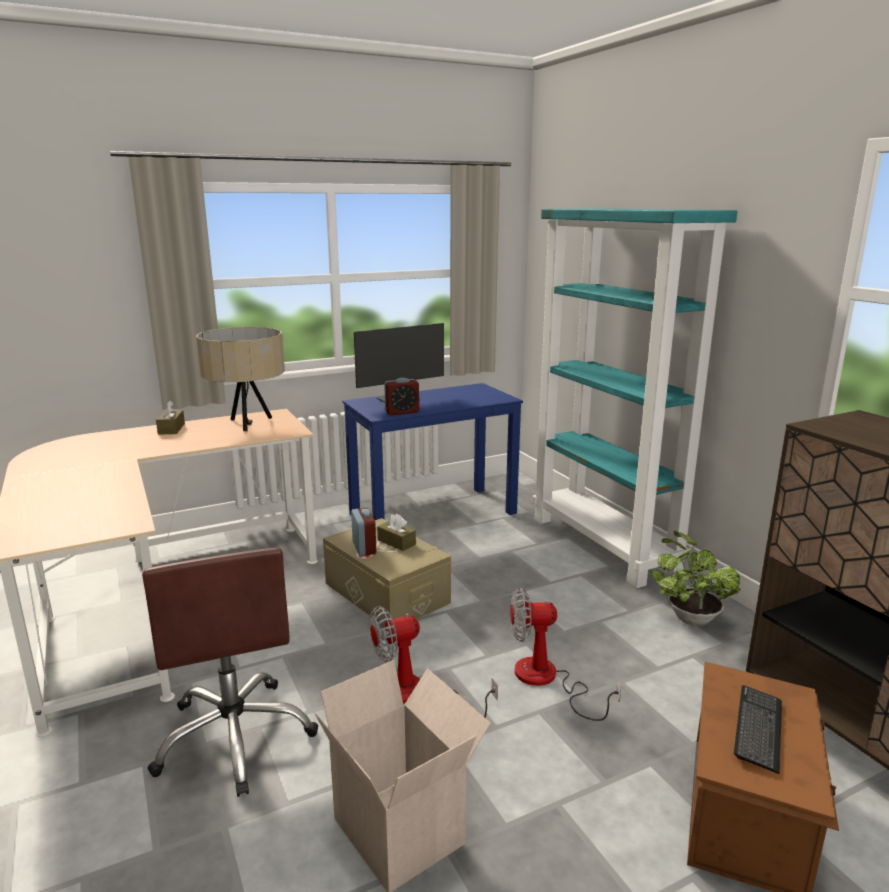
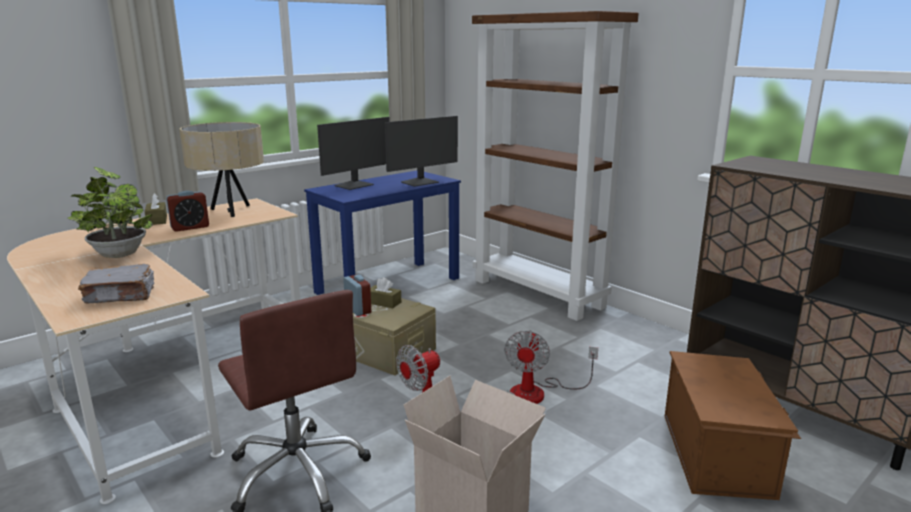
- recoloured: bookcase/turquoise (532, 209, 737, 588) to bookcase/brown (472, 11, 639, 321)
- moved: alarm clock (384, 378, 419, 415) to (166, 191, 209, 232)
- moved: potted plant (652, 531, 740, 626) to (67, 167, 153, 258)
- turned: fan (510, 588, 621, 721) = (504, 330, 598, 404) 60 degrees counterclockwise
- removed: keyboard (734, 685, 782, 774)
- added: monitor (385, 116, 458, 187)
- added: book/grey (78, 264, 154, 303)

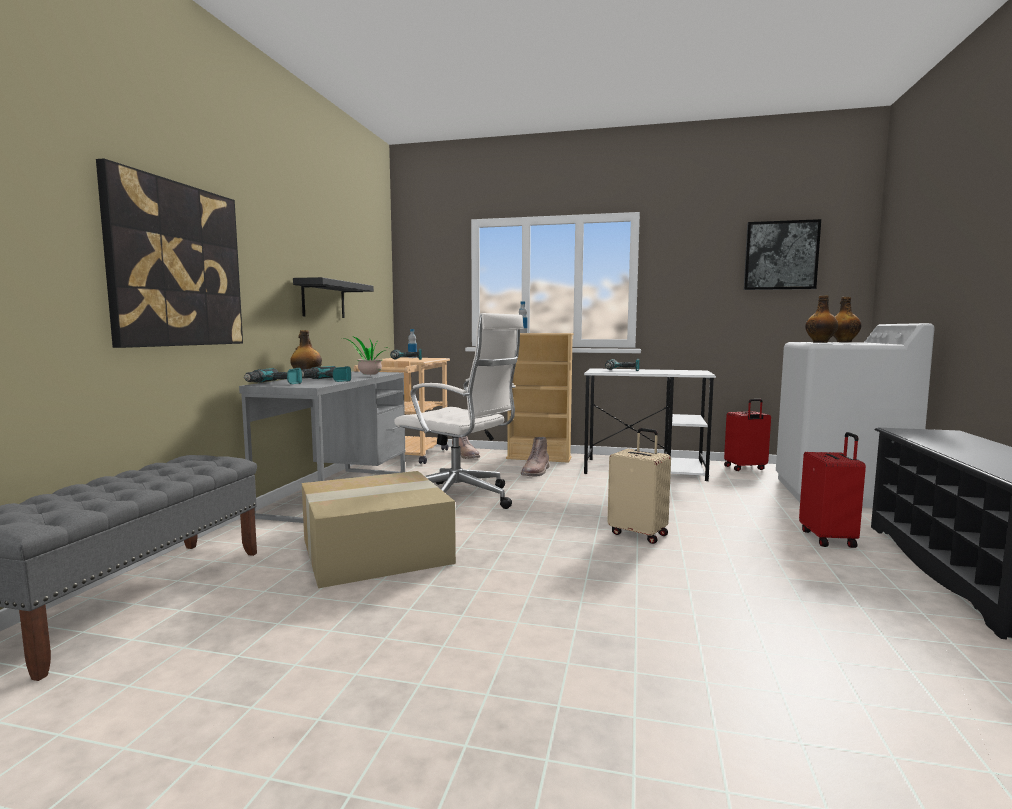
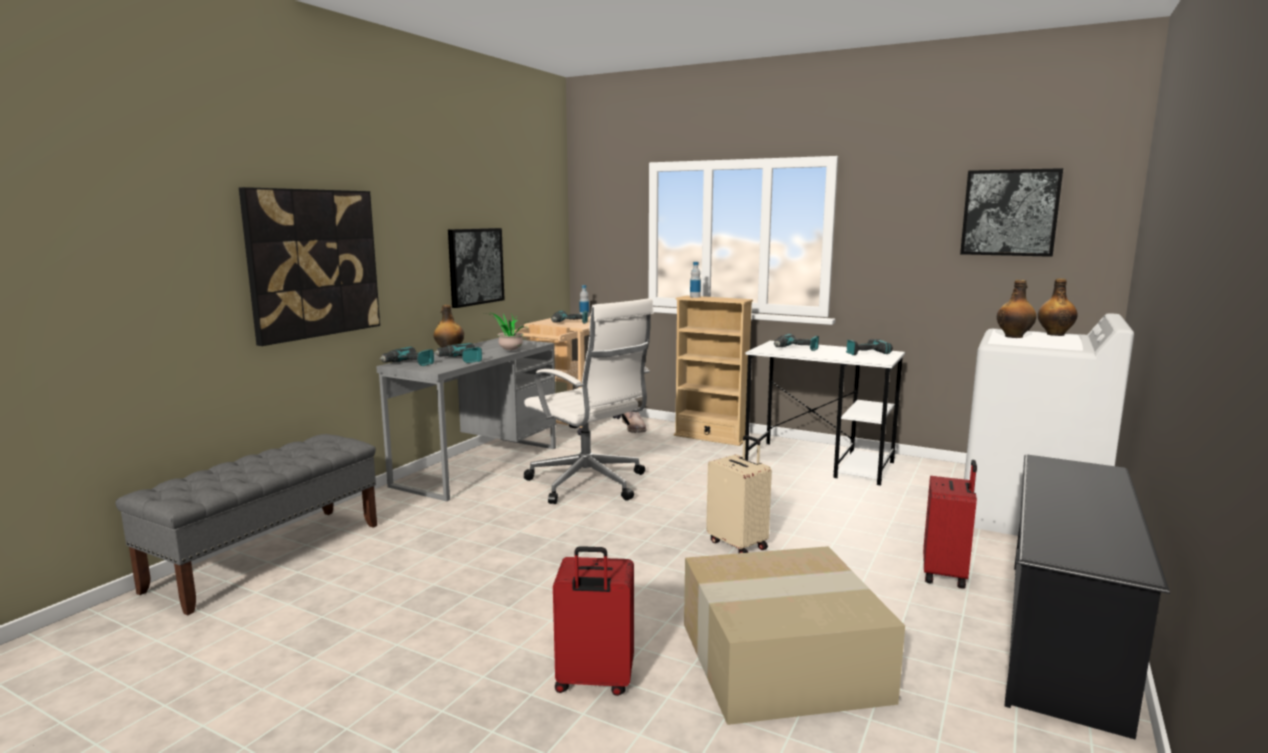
- replaced: shelf/black (293, 277, 374, 318) to picture (448, 228, 505, 308)
- moved: suitcase/red (724, 399, 771, 471) to (553, 546, 634, 696)
- removed: boot/brown (521, 437, 549, 477)
- moved: cardboard box (302, 471, 456, 588) to (684, 546, 905, 725)
- added: power drill (846, 339, 893, 355)

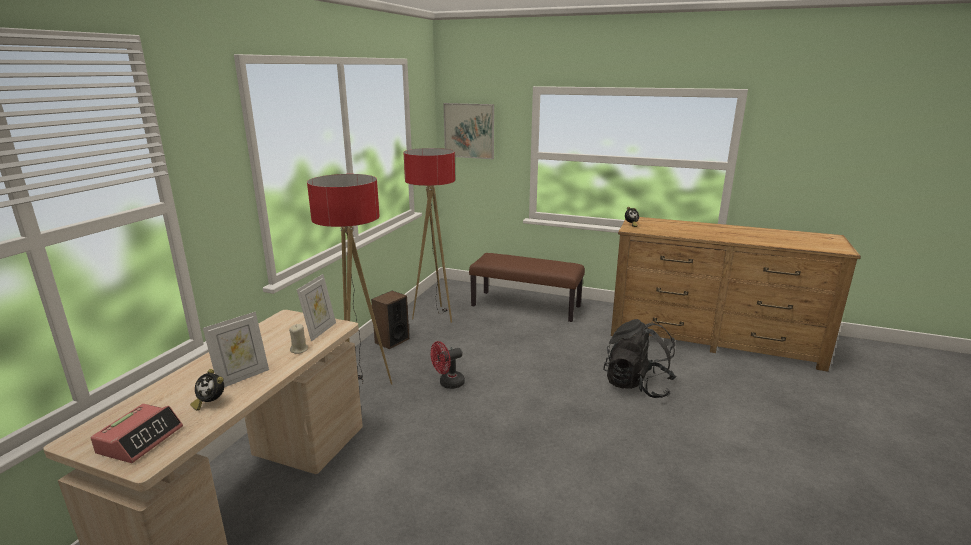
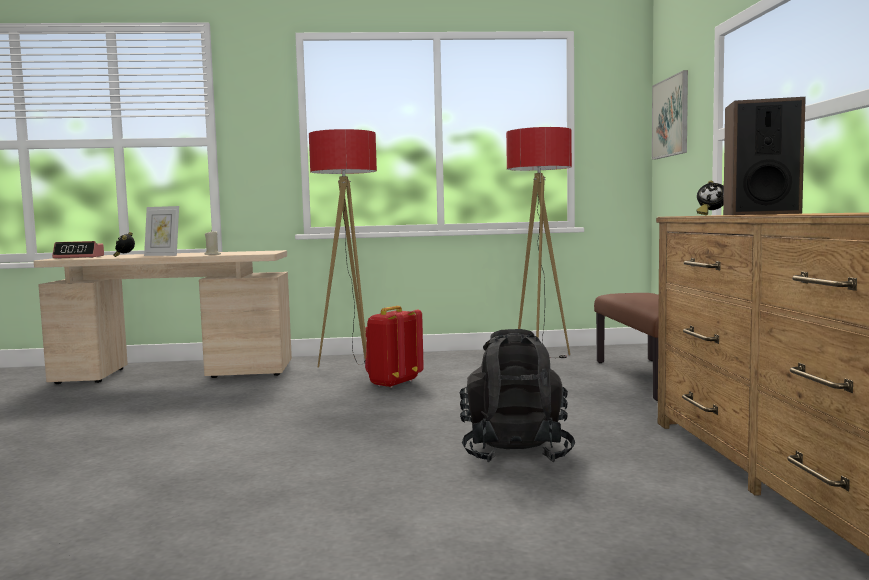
- removed: picture frame (297, 274, 336, 342)
- moved: speaker (371, 291, 409, 349) to (723, 97, 806, 215)
- replaced: fan/red (431, 341, 465, 389) to backpack/red (365, 306, 424, 388)

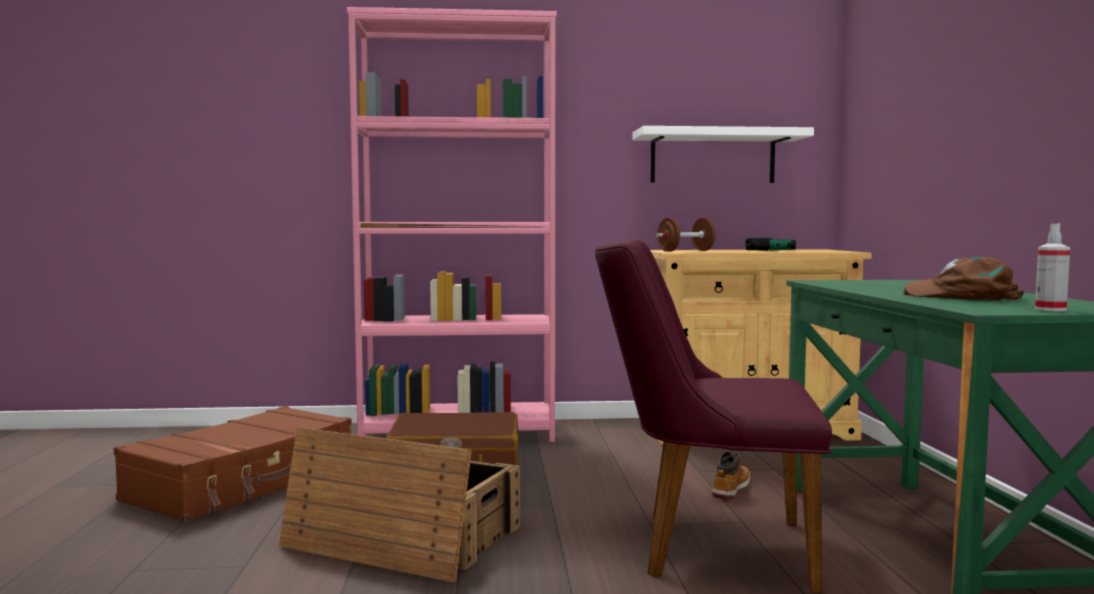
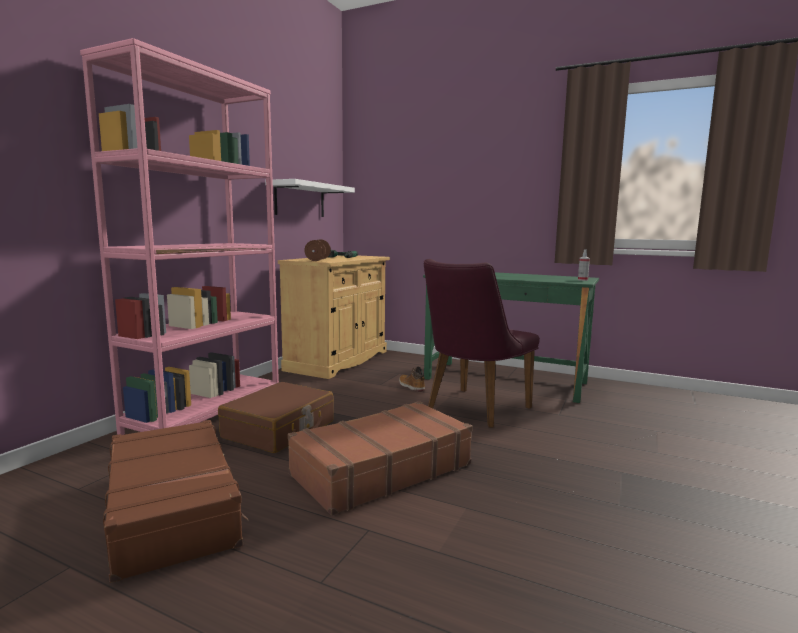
- removed: cap/brown (903, 257, 1024, 300)
- replaced: crate (279, 427, 520, 582) to suitcase/brown (288, 401, 473, 515)

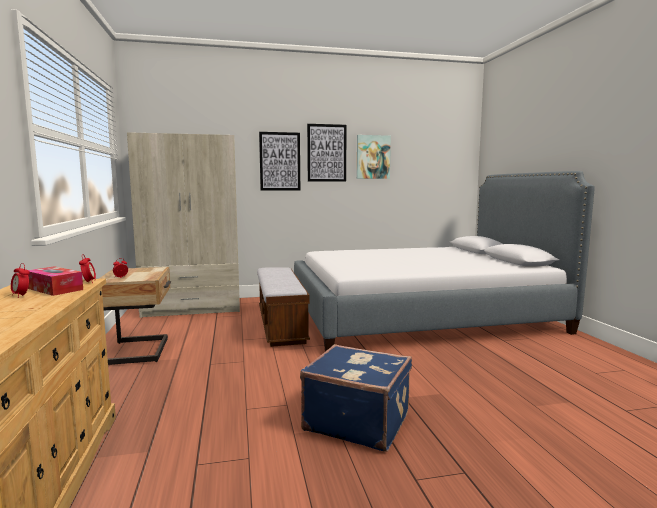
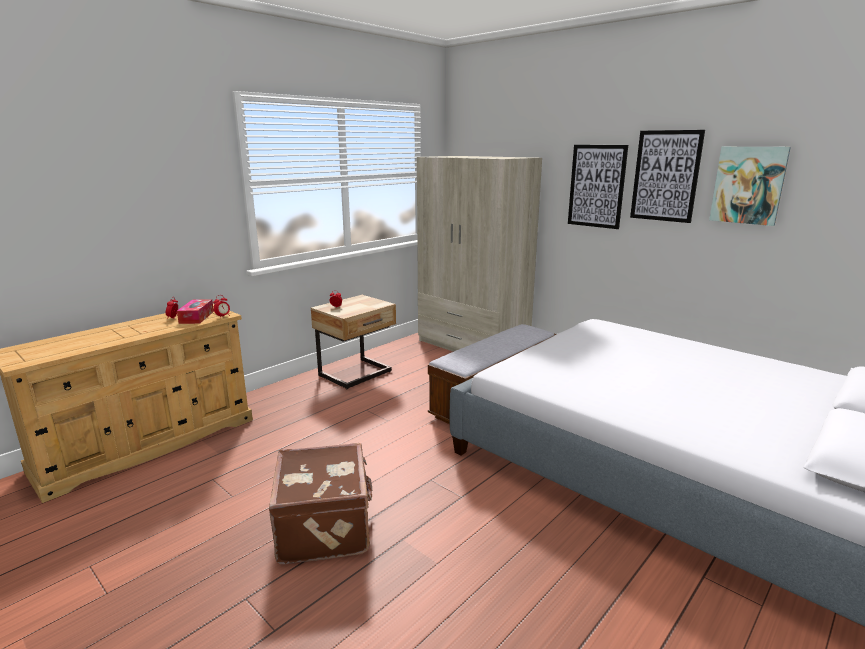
- recoloured: suitcase/blue (300, 344, 412, 452) to suitcase/brown (269, 443, 372, 564)

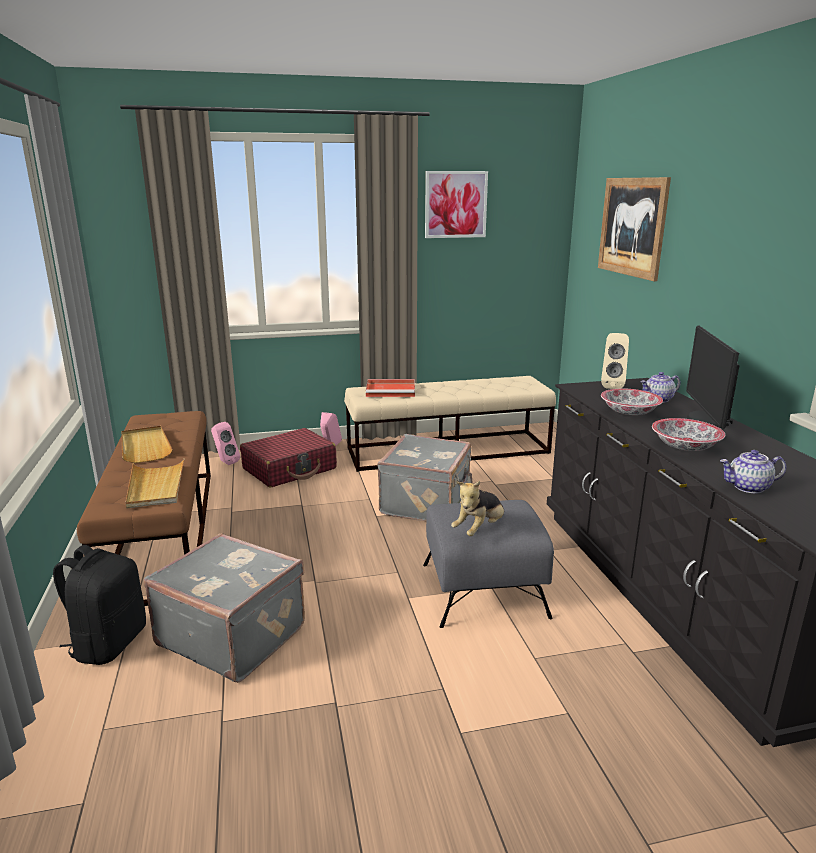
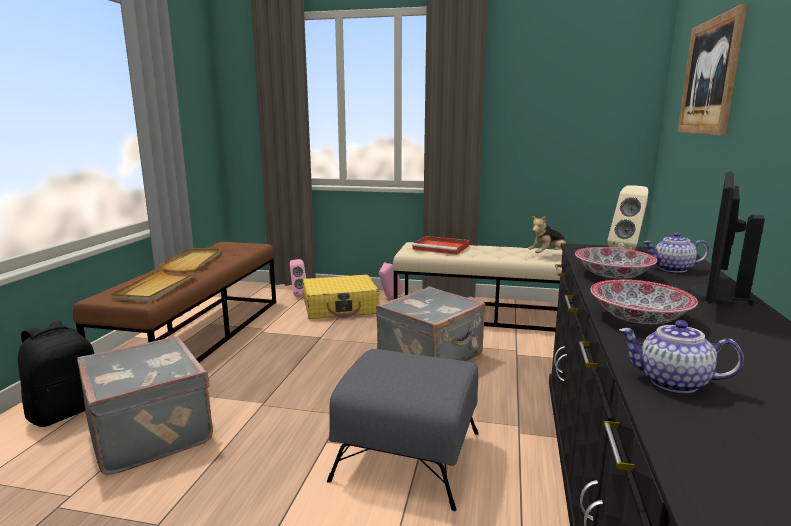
- removed: picture (425, 171, 488, 238)
- recoloured: suitcase/red (240, 428, 337, 488) to suitcase/yellow (303, 275, 379, 319)
- moved: plush toy (451, 481, 504, 536) to (528, 216, 568, 253)

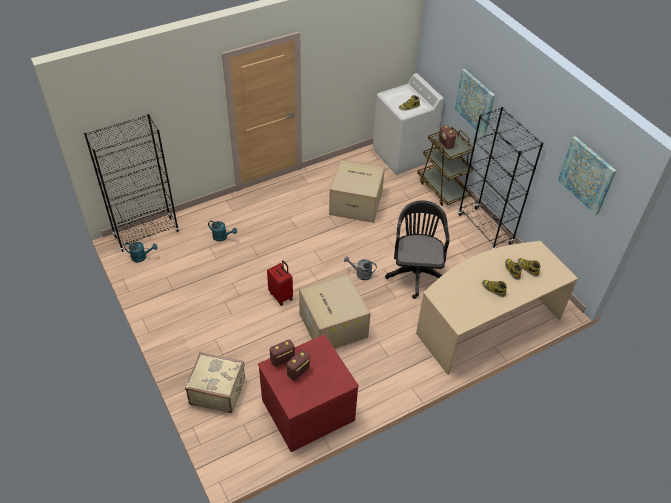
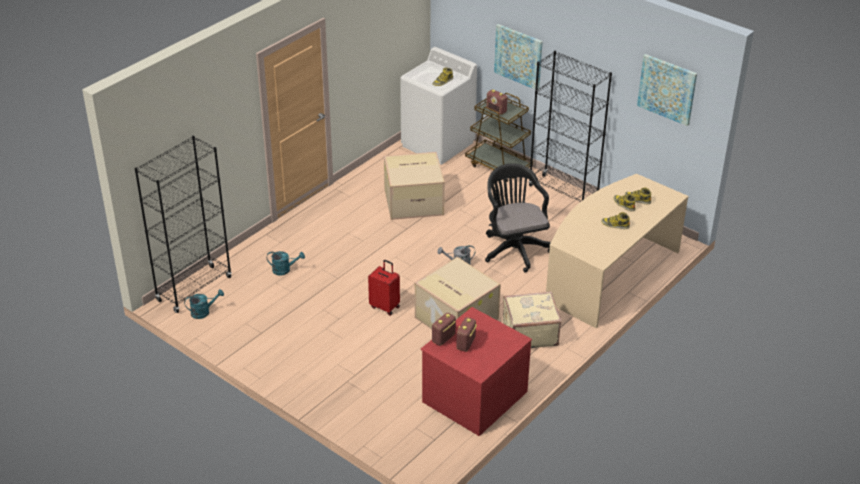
- moved: suitcase/beige (185, 352, 245, 413) to (503, 291, 562, 348)

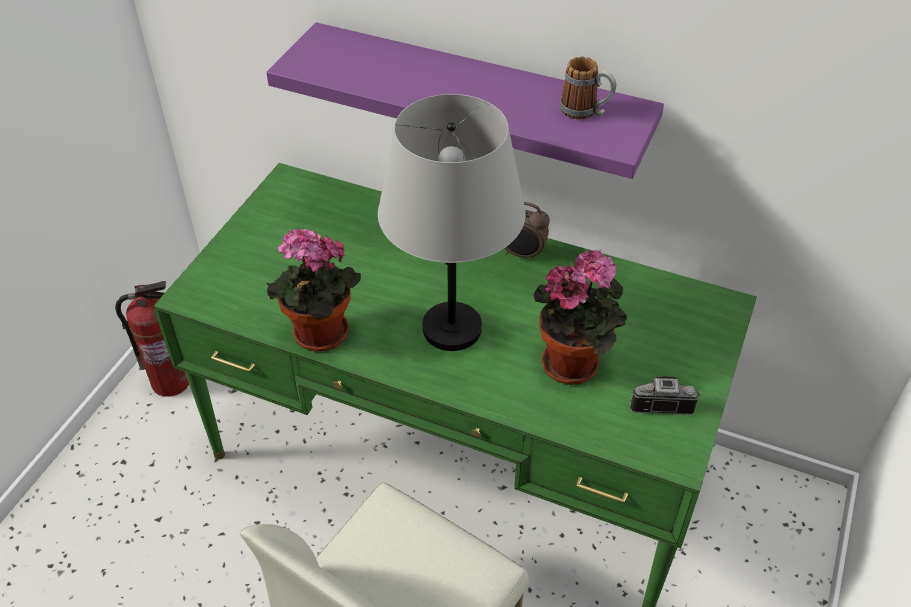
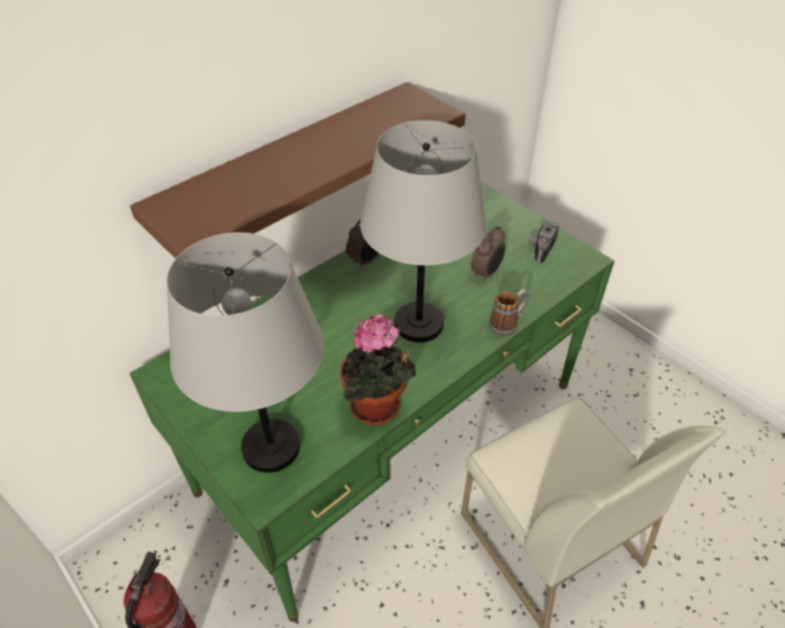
- recoloured: shelf/purple (266, 22, 664, 179) to shelf/brown (130, 82, 466, 259)
- moved: mug (560, 56, 616, 119) to (489, 289, 530, 336)
- replaced: potted plant (534, 250, 627, 385) to alarm clock (471, 226, 506, 282)
- added: table lamp/grey (167, 232, 324, 473)

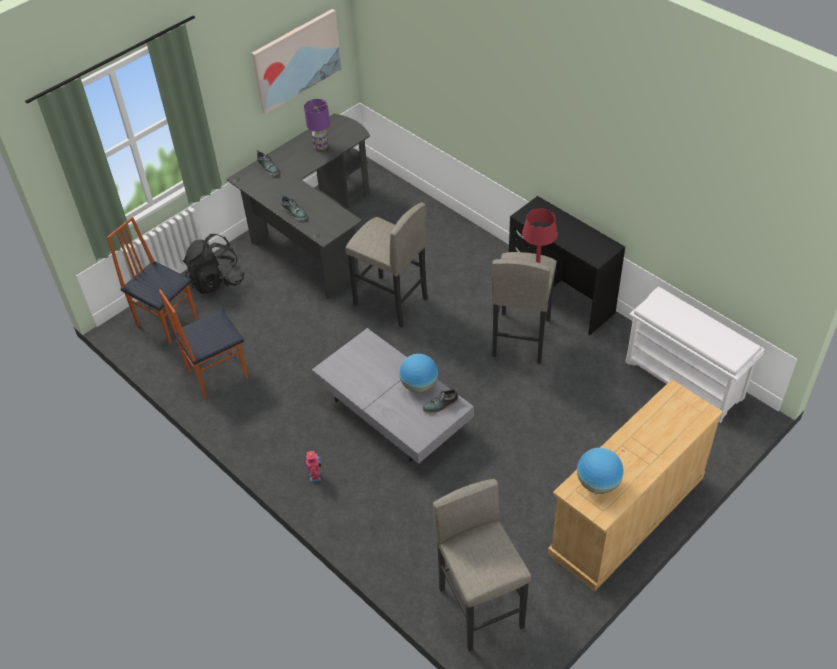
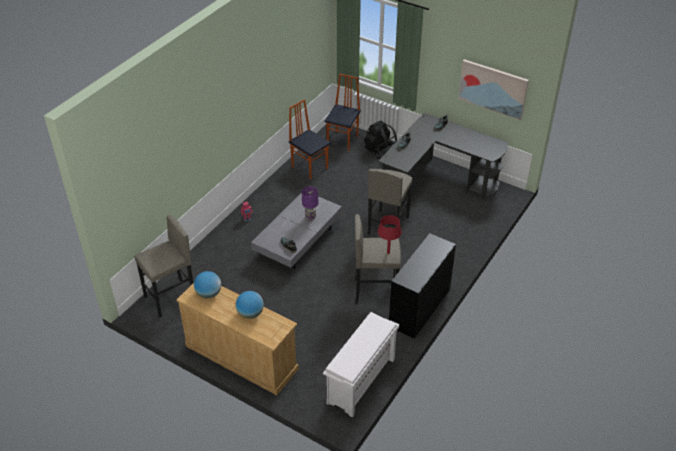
- moved: table lamp/purple (304, 99, 330, 151) to (302, 186, 318, 221)
- moved: globe (399, 354, 438, 393) to (236, 291, 264, 319)

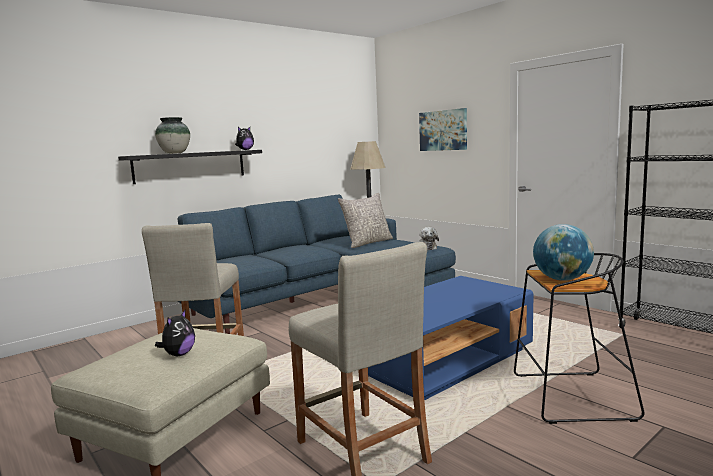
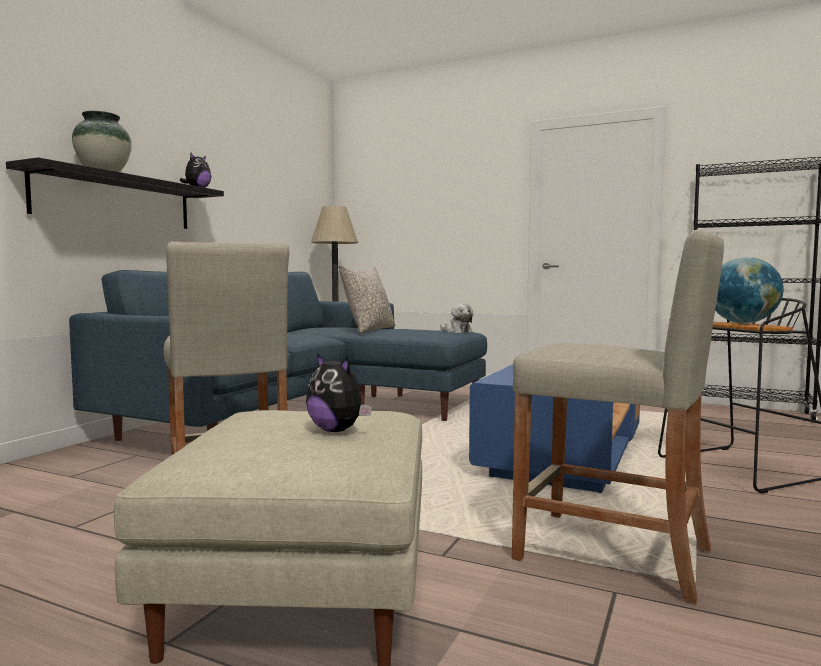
- removed: picture (419, 108, 467, 151)
- turned: plush toy (155, 310, 195, 356) = (306, 354, 372, 432) 135 degrees clockwise

